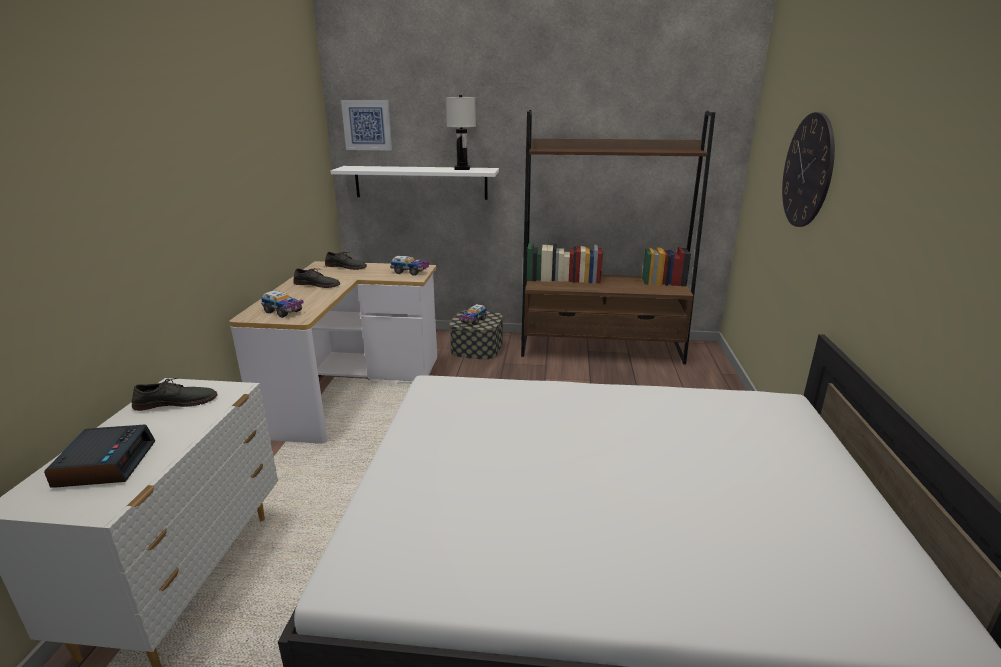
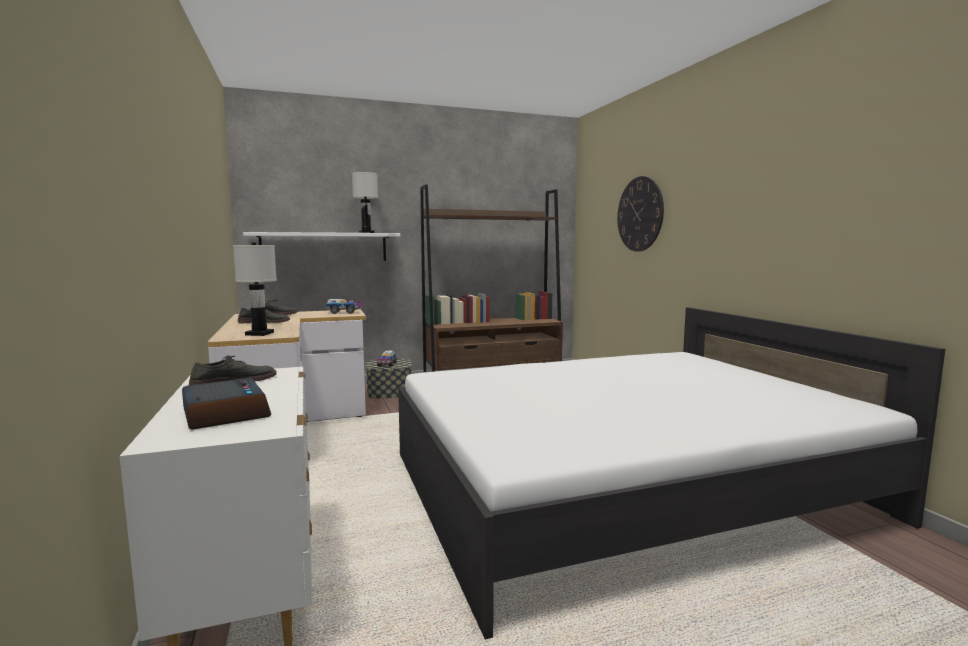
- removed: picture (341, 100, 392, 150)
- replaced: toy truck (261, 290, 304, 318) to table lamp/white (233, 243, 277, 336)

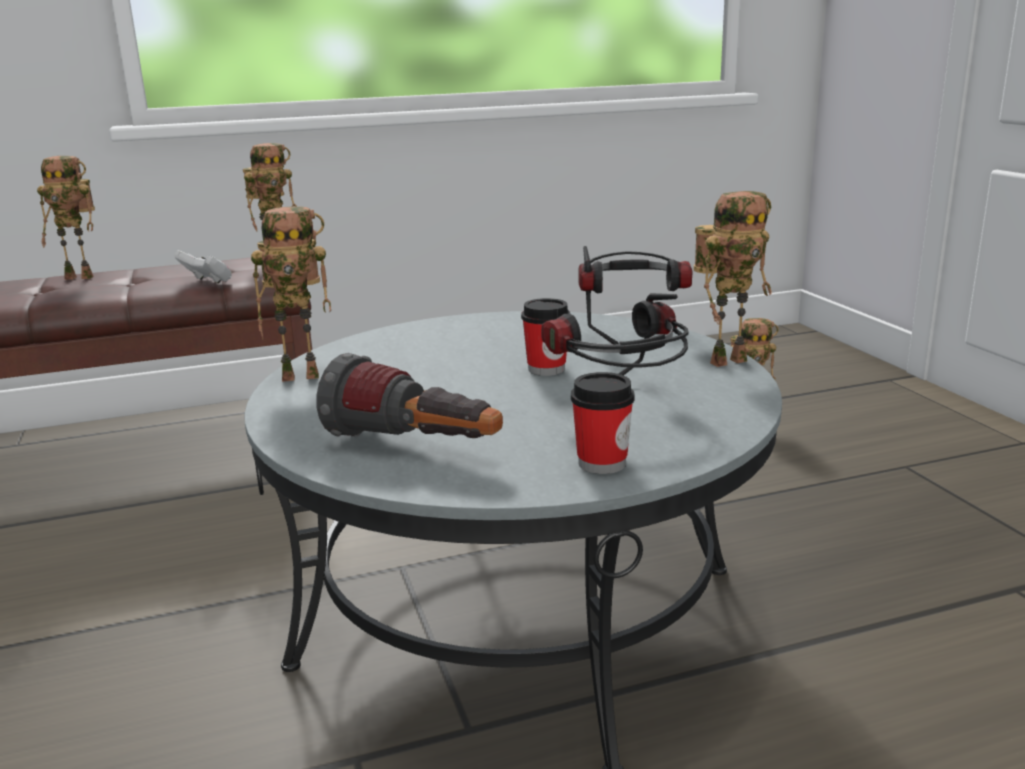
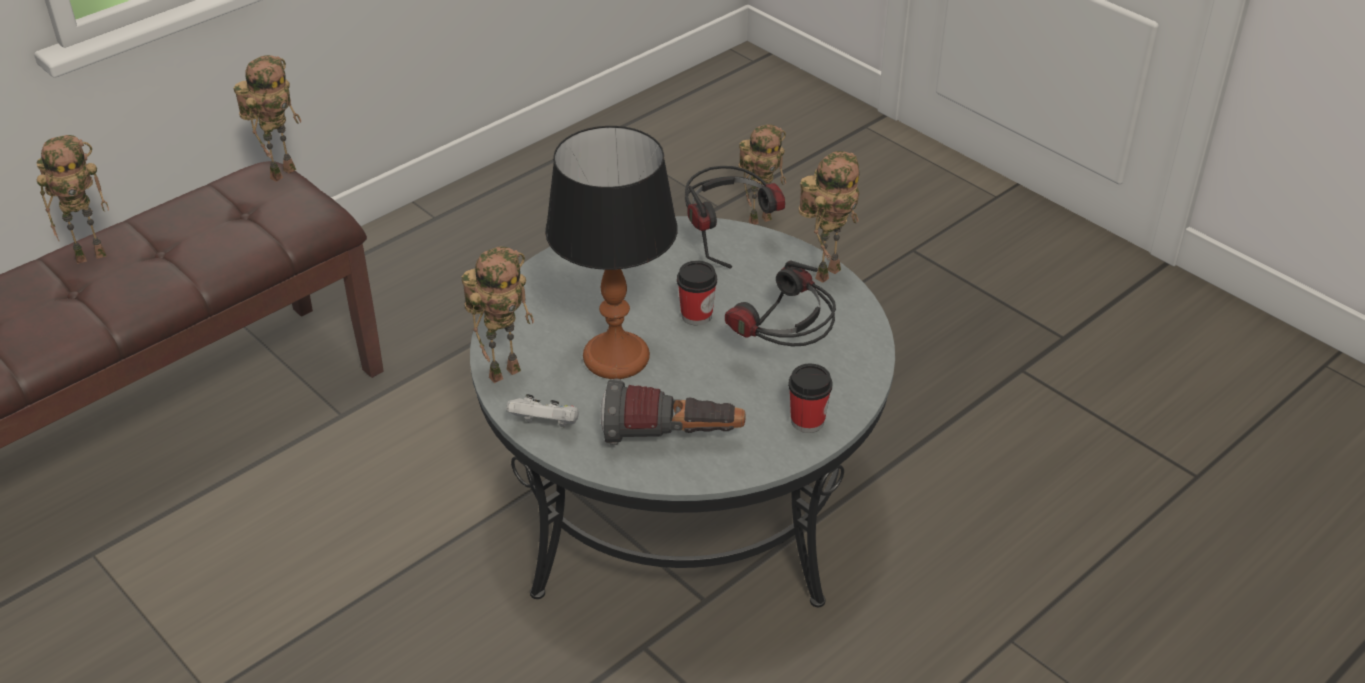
- moved: game controller/white (174, 250, 232, 283) to (507, 394, 579, 428)
- added: table lamp (545, 126, 678, 379)

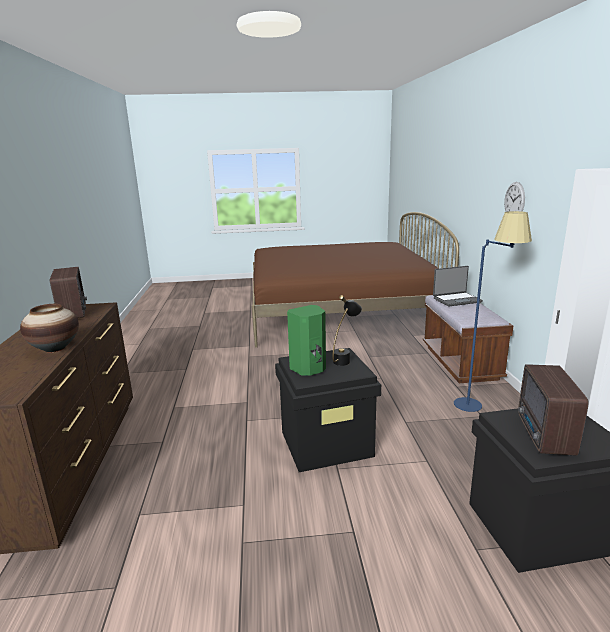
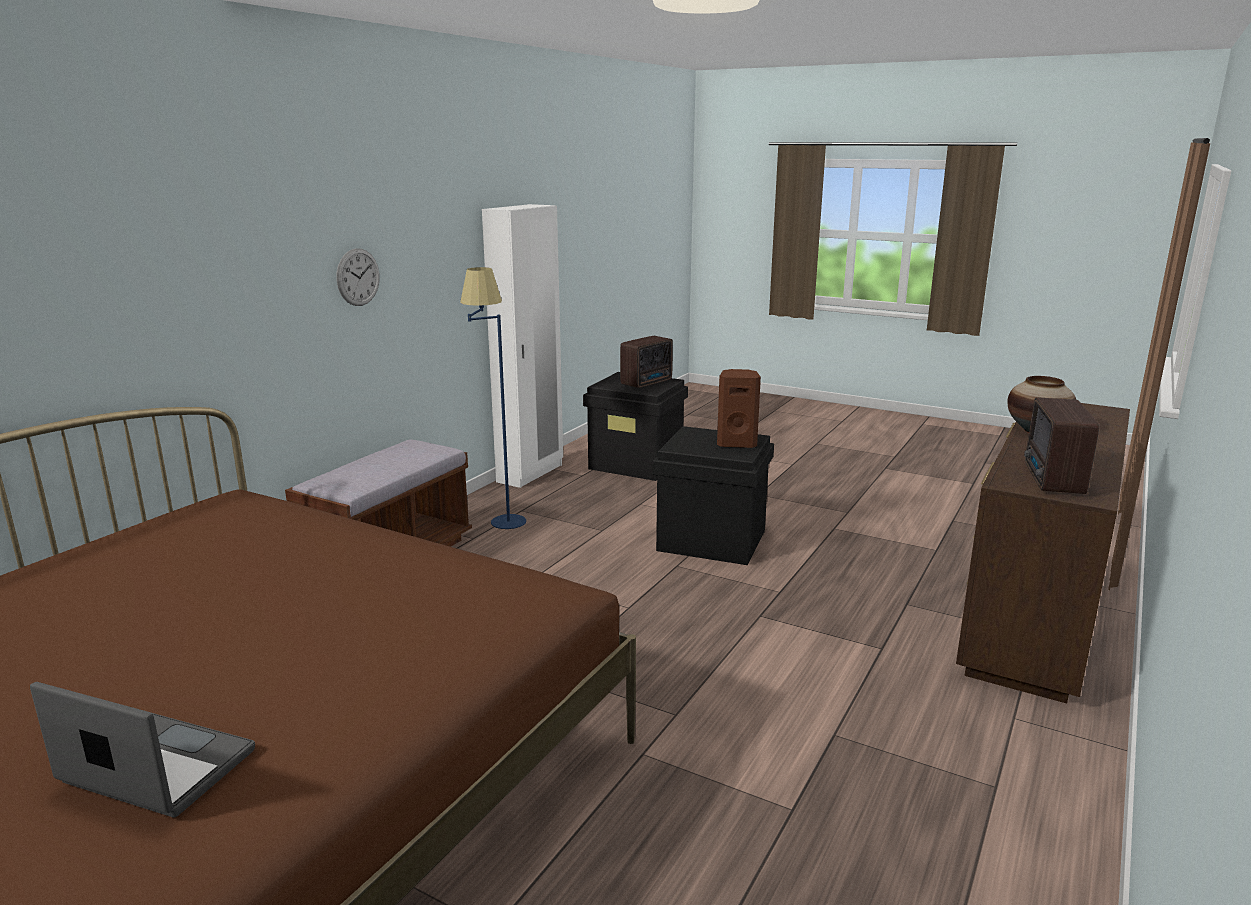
- moved: laptop (433, 266, 483, 306) to (30, 682, 255, 817)
- removed: table lamp/black (332, 295, 362, 366)
- recoloured: speaker/green (287, 305, 326, 376) to speaker/brown (717, 369, 761, 448)

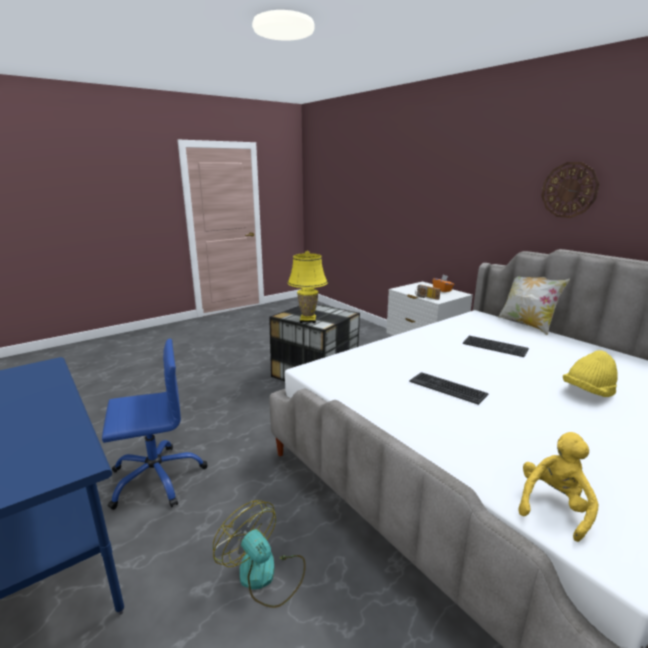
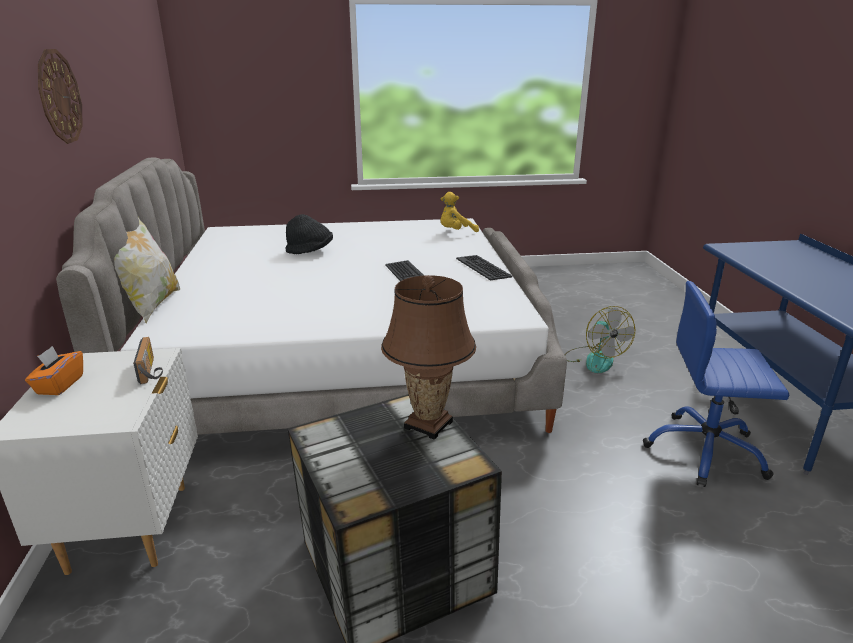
- recoloured: table lamp/yellow (288, 251, 328, 323) to table lamp/brown (381, 275, 476, 440)
- moved: keyboard (463, 336, 529, 357) to (456, 255, 512, 280)
- recoloured: hat/yellow (563, 350, 618, 397) to hat/black (286, 214, 333, 254)

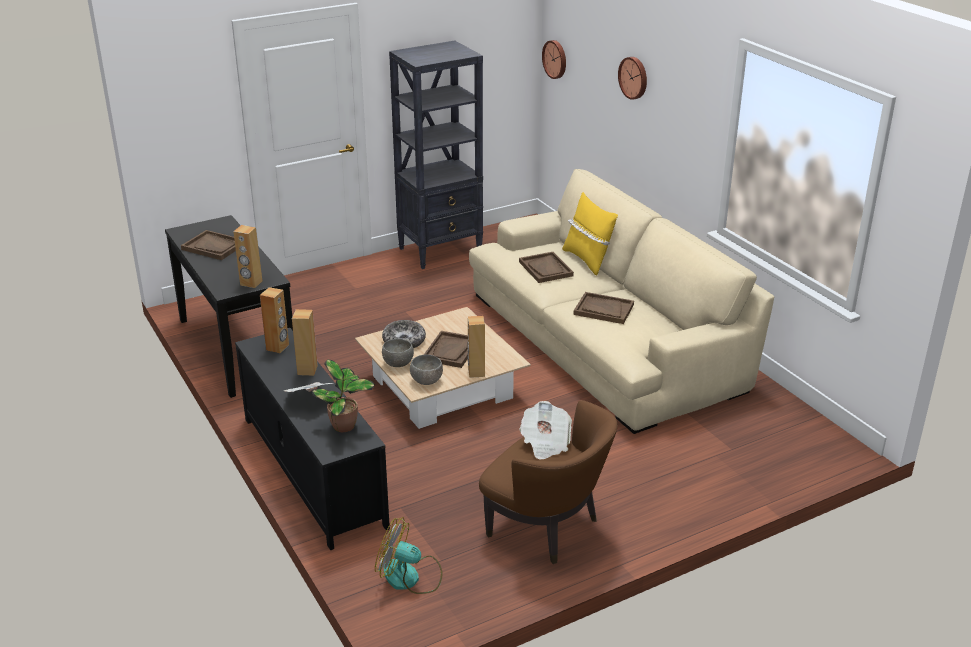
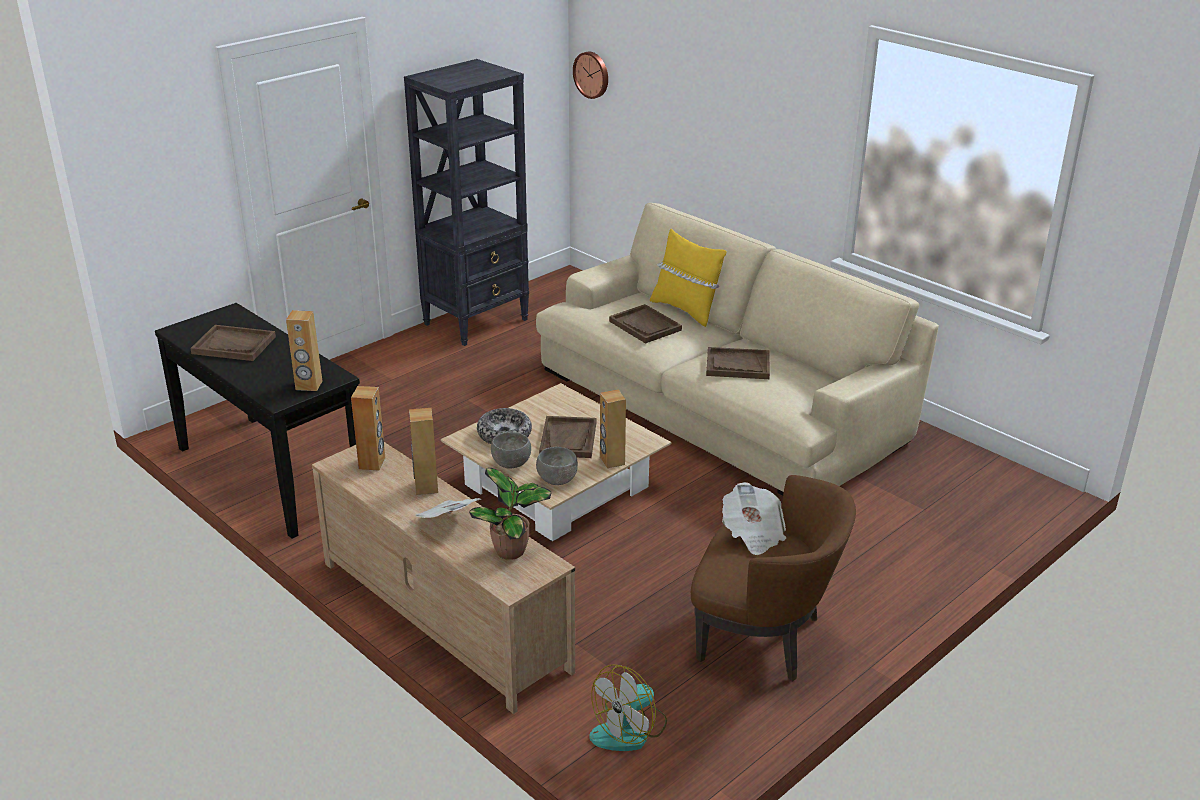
- removed: wall clock (618, 57, 647, 100)
- recoloured: tv stand/black (235, 328, 390, 550) to tv stand/beige (312, 442, 575, 714)
- turned: fan (375, 517, 442, 594) = (589, 664, 667, 751) 45 degrees counterclockwise

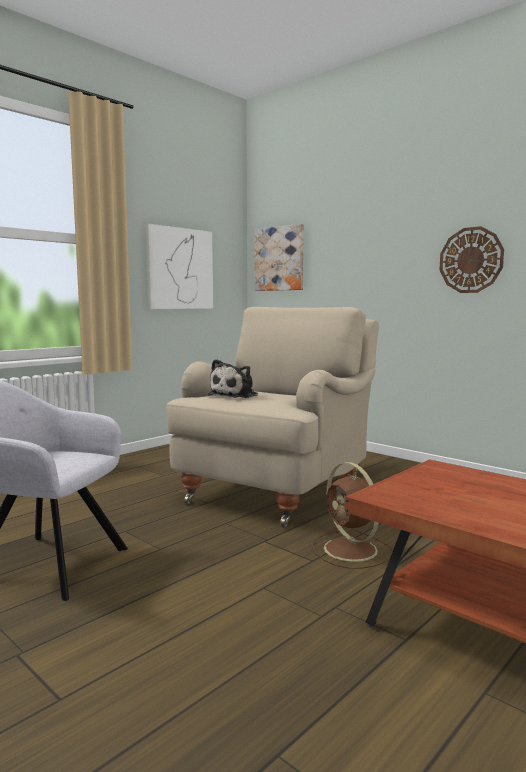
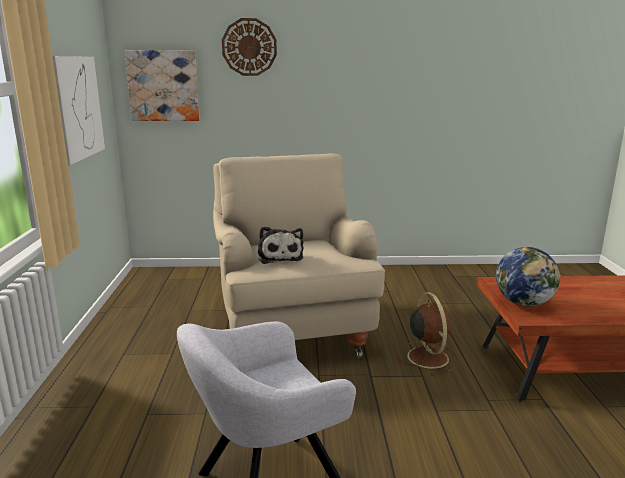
- moved: wall clock (440, 226, 504, 293) to (222, 18, 277, 76)
- turned: fan/brown (312, 462, 393, 569) = (396, 292, 459, 376) 120 degrees counterclockwise
- added: globe (496, 247, 561, 307)

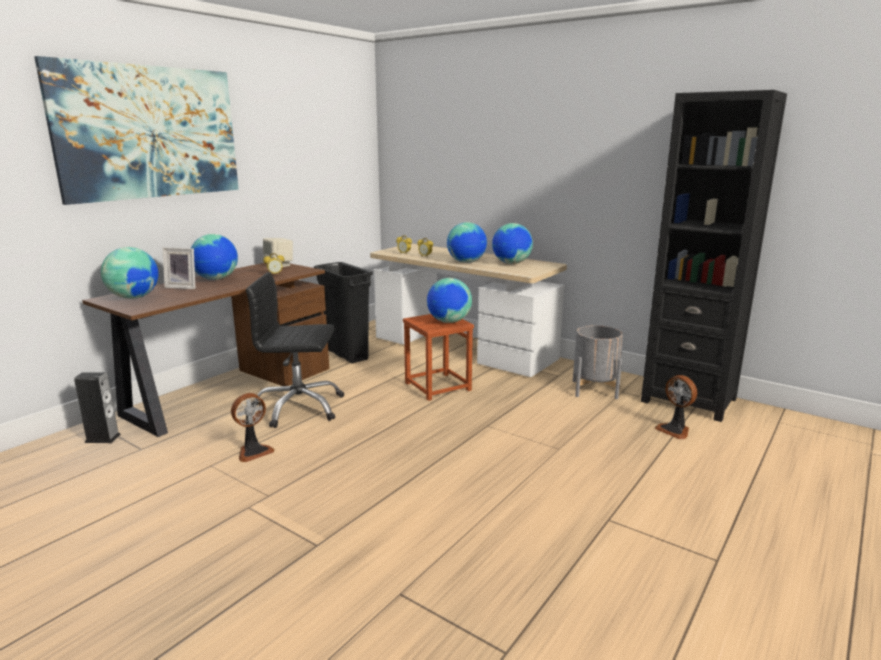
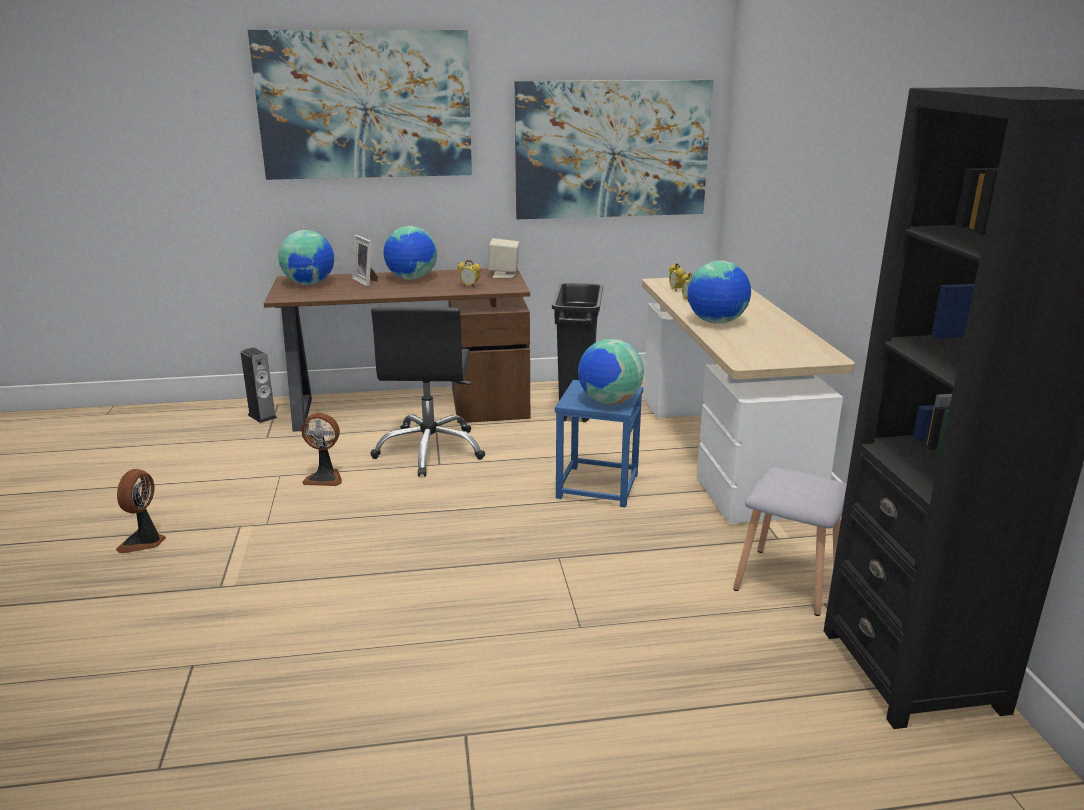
- removed: globe (492, 223, 533, 264)
- turned: office chair/black (246, 272, 344, 428) = (371, 307, 485, 477) 135 degrees counterclockwise
- recoloured: stool/brown (403, 314, 474, 401) to stool/blue (555, 380, 643, 508)
- replaced: planter/grey (573, 325, 623, 399) to stool/grey (733, 467, 847, 616)
- moved: fan (655, 375, 697, 439) to (116, 469, 166, 553)
- added: picture (515, 80, 713, 219)

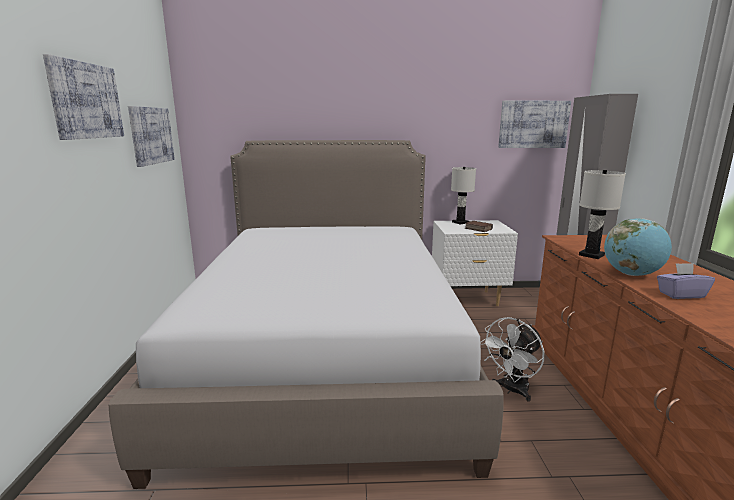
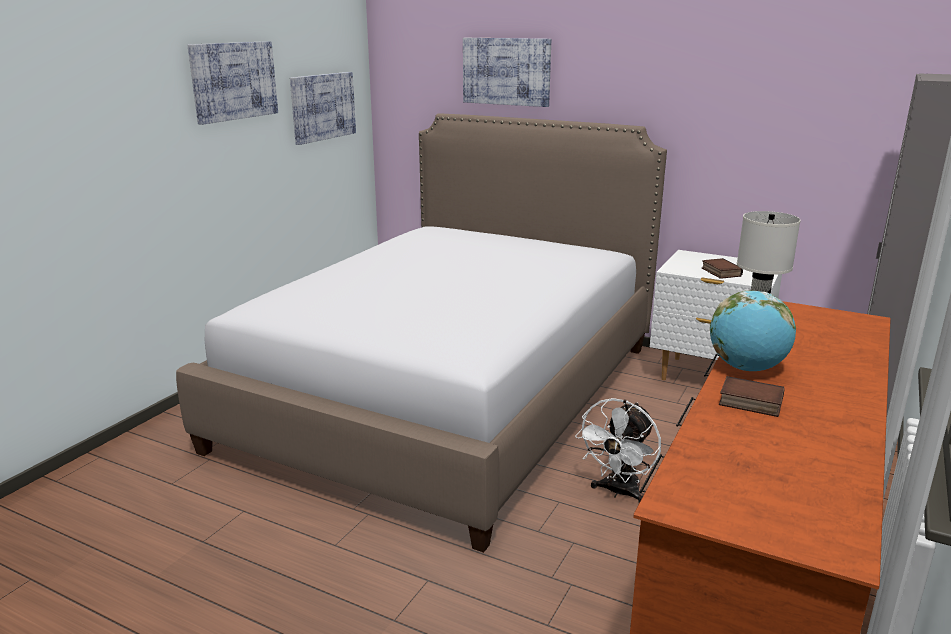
- moved: picture (498, 101, 571, 148) to (463, 38, 551, 107)
- removed: table lamp/white (451, 167, 476, 225)
- replaced: tissue box/purple (657, 263, 715, 299) to book (719, 376, 785, 417)
- turned: fan/white (480, 317, 544, 402) = (575, 398, 661, 503) 45 degrees counterclockwise

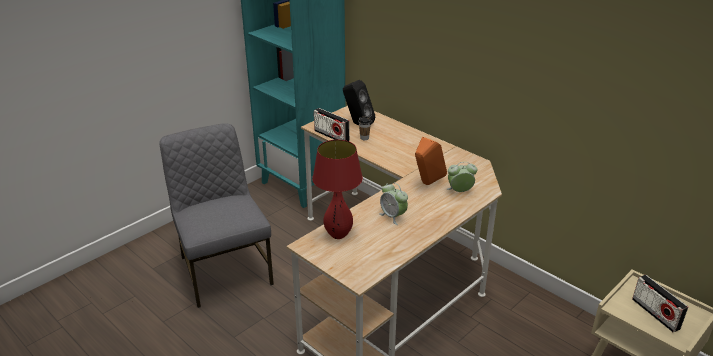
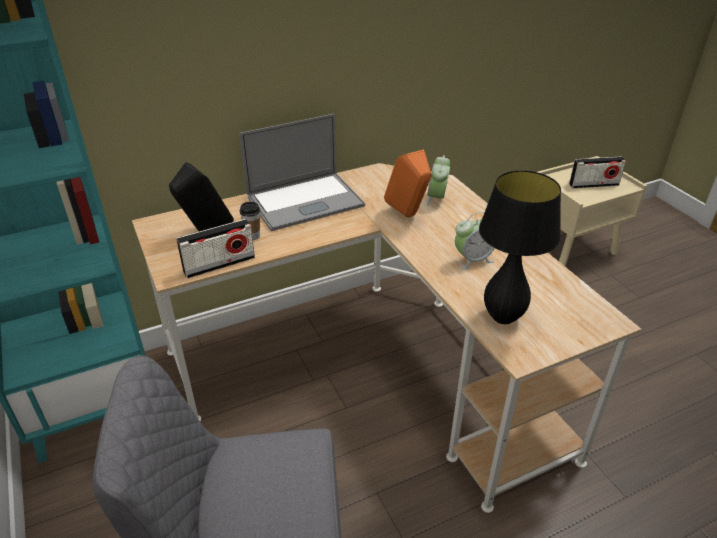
- recoloured: table lamp/red (312, 140, 363, 239) to table lamp/black (479, 170, 561, 324)
- added: laptop (240, 114, 365, 231)

